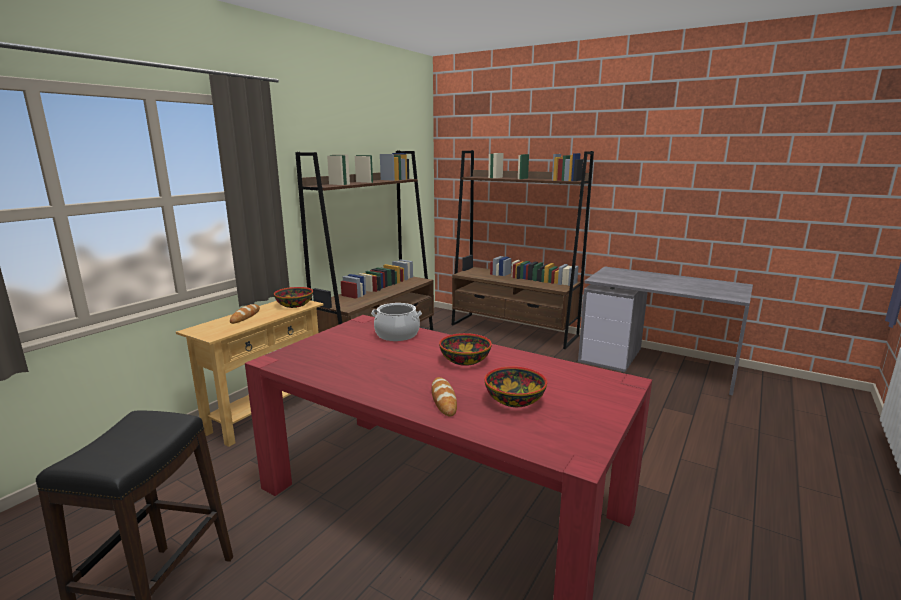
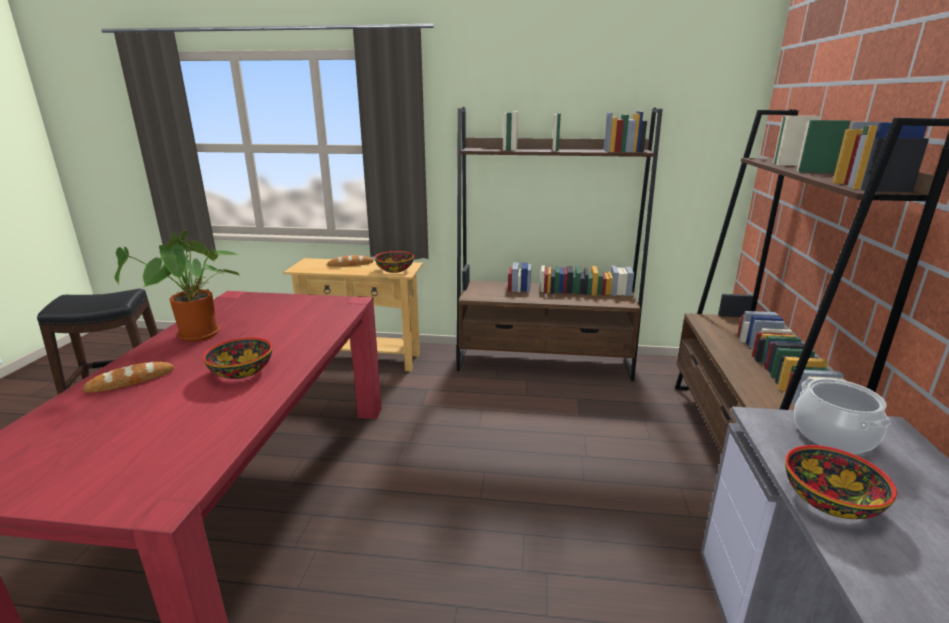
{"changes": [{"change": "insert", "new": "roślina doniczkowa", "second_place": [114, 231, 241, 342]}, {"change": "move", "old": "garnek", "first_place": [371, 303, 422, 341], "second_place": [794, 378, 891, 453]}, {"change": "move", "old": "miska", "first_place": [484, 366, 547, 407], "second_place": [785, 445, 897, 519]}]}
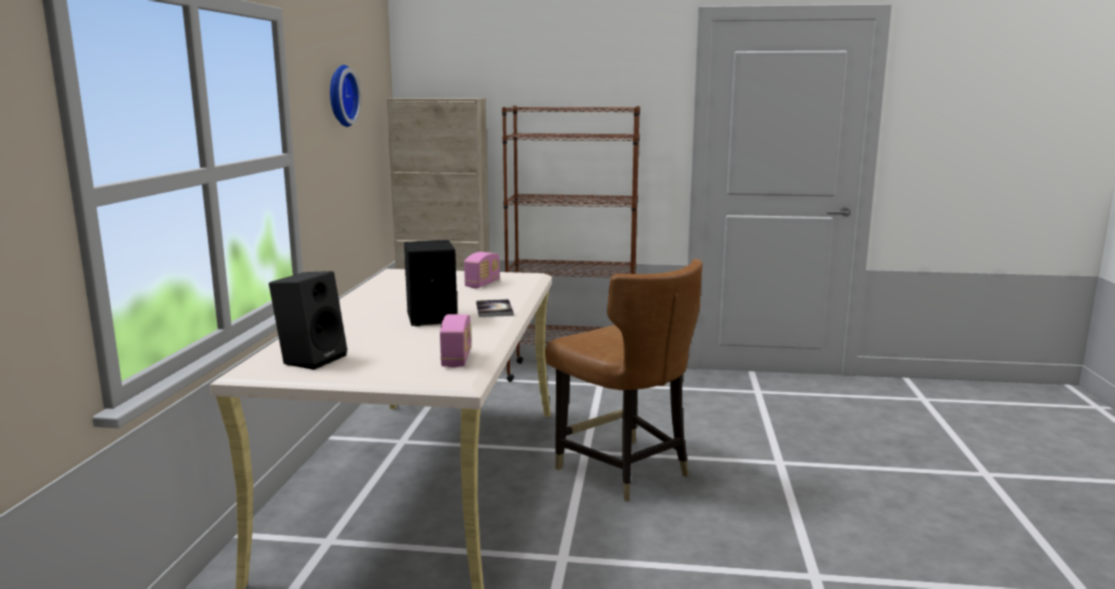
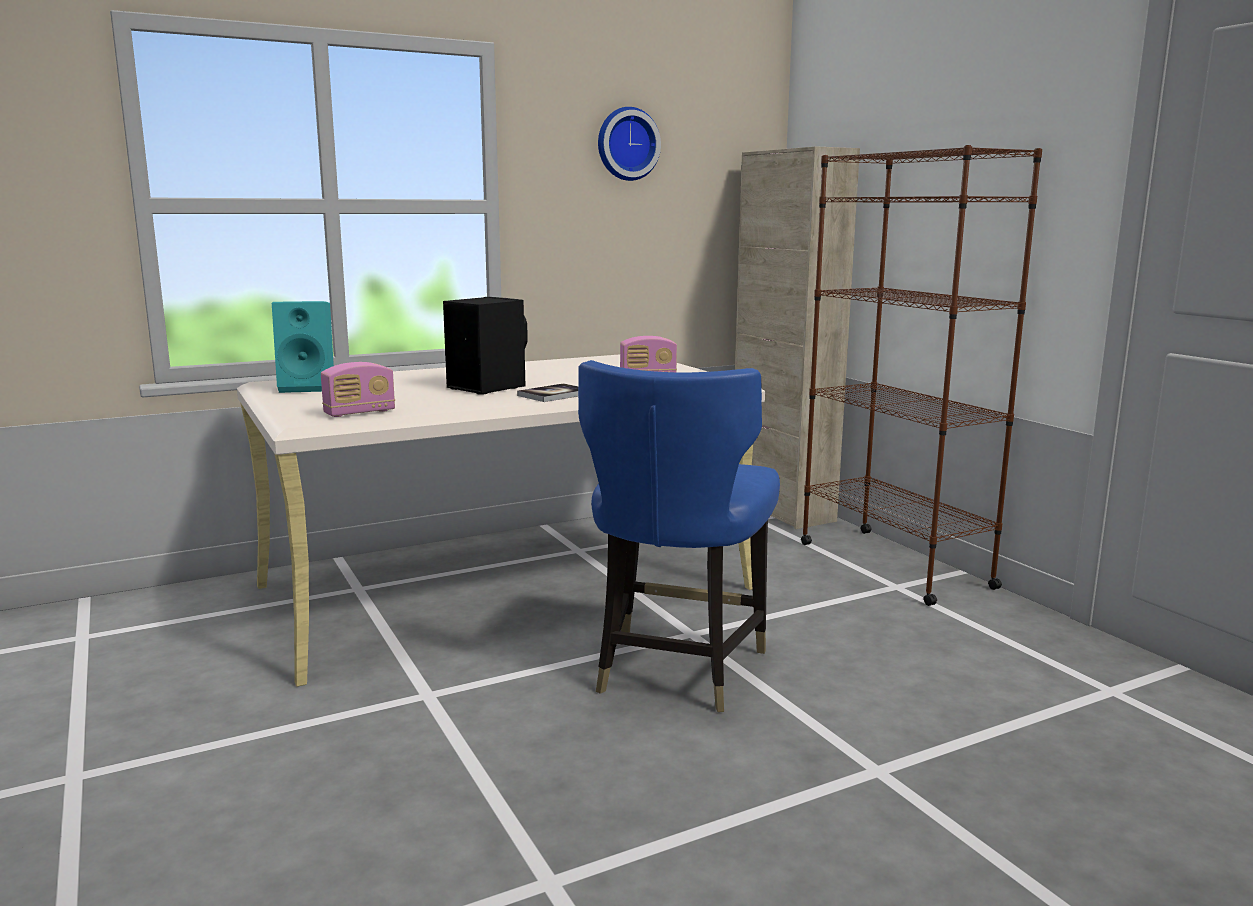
{"changes": [{"change": "recolor", "old": "głośnik [czarny]", "new": "głośnik [turkusowy]", "first_place": [269, 271, 347, 370], "second_place": [272, 301, 334, 393]}, {"change": "recolor", "old": "krzesło [brązowy]", "new": "krzesło [niebieski]", "first_place": [545, 259, 703, 502], "second_place": [578, 360, 780, 712]}]}
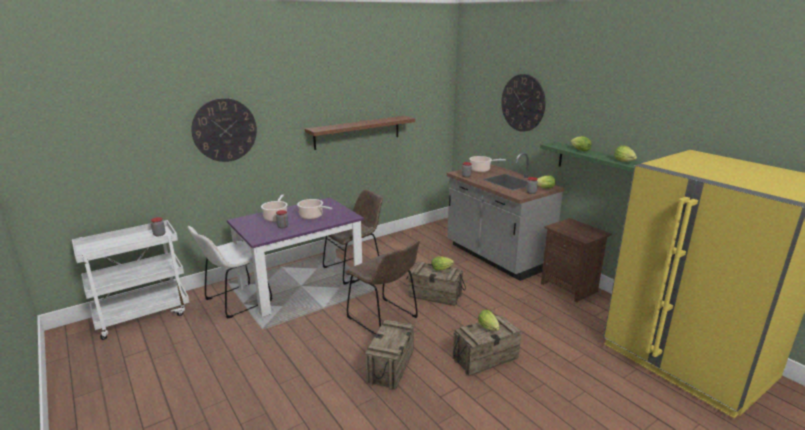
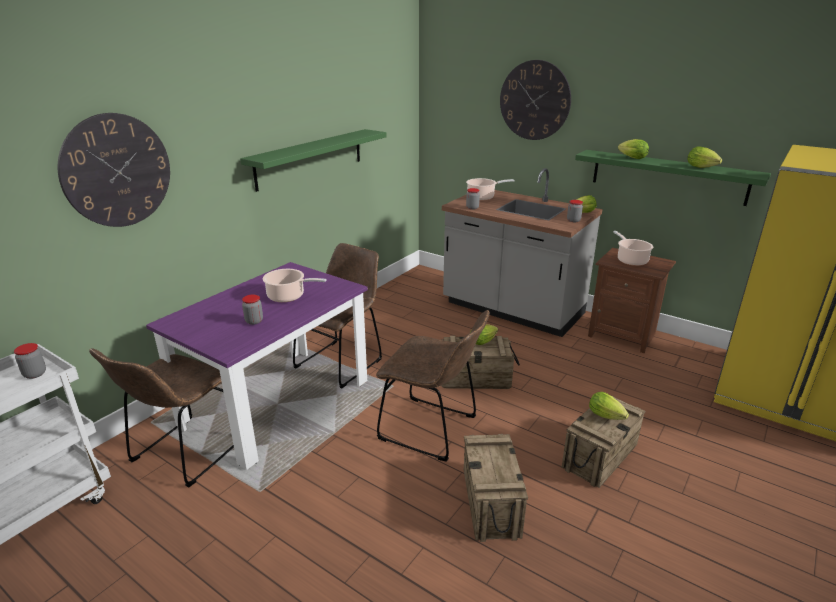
{"changes": [{"change": "move", "old": "garnek", "first_place": [261, 194, 288, 222], "second_place": [613, 231, 653, 266]}, {"change": "recolor", "old": "krzesło [biały]", "new": "krzesło [brązowy]", "first_place": [188, 226, 272, 319], "second_place": [89, 348, 234, 487]}, {"change": "recolor", "old": "półka [brązowy]", "new": "półka [zielony]", "first_place": [305, 116, 415, 150], "second_place": [240, 129, 386, 192]}]}
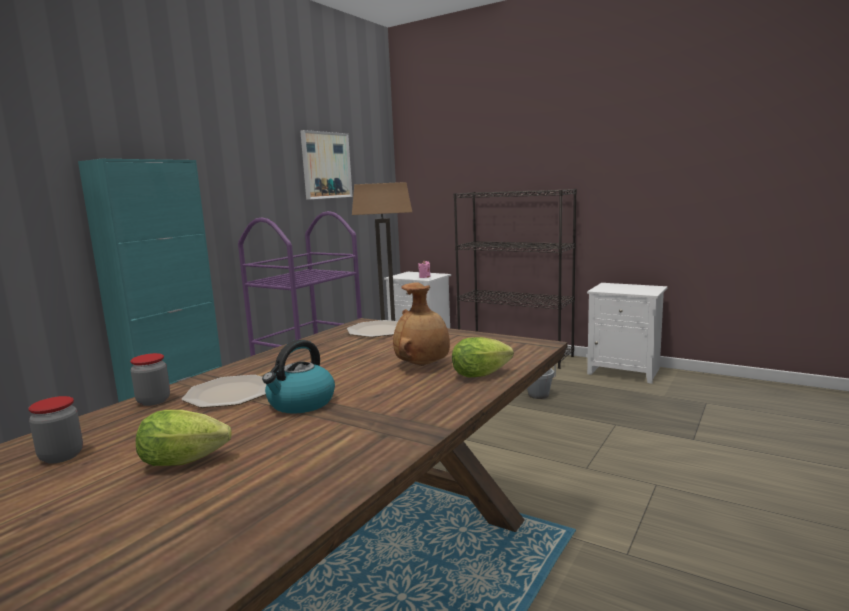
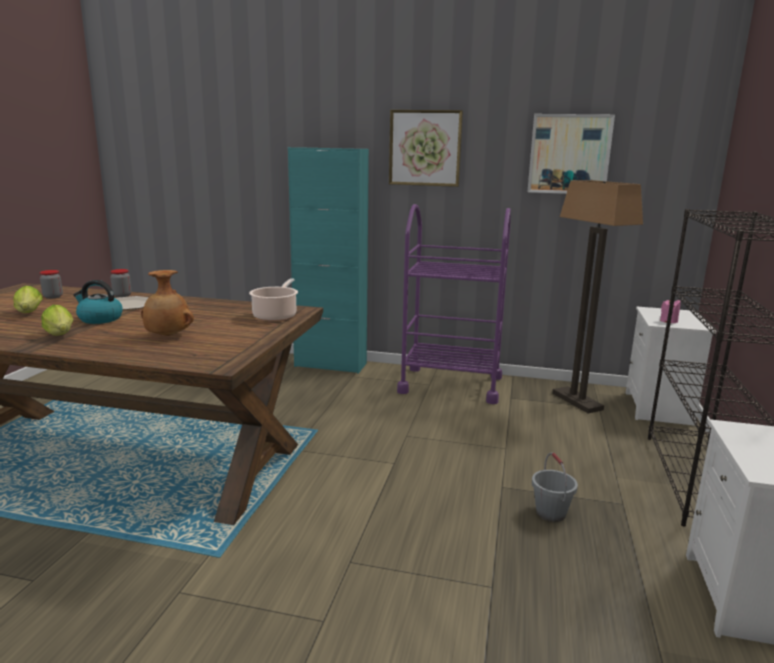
{"changes": [{"change": "insert", "new": "obraz", "second_place": [389, 110, 463, 187]}, {"change": "move", "old": "sałata", "first_place": [452, 337, 514, 377], "second_place": [41, 305, 73, 336]}, {"change": "replace", "old": "talerz", "new": "garnek", "first_place": [347, 320, 398, 337], "second_place": [249, 278, 298, 321]}]}
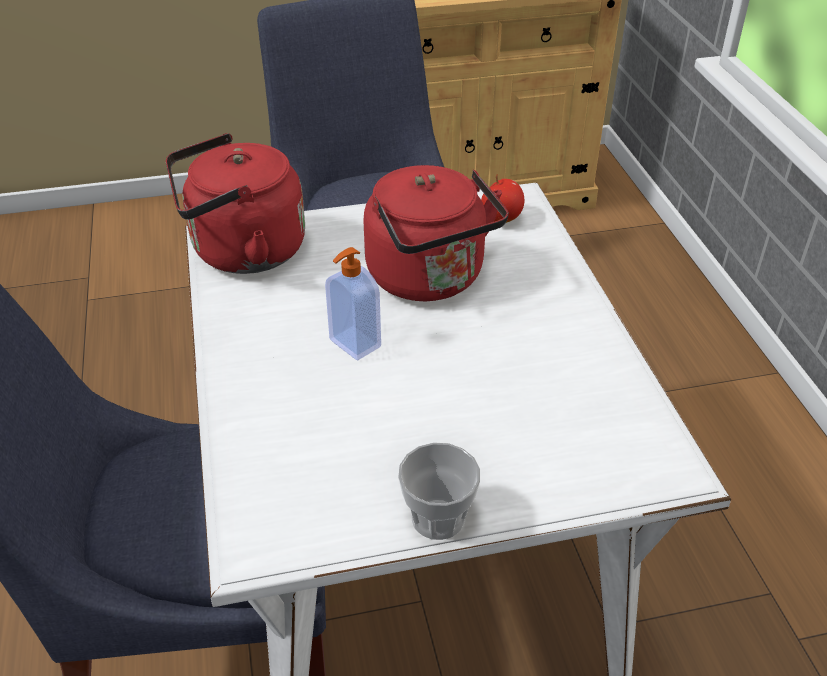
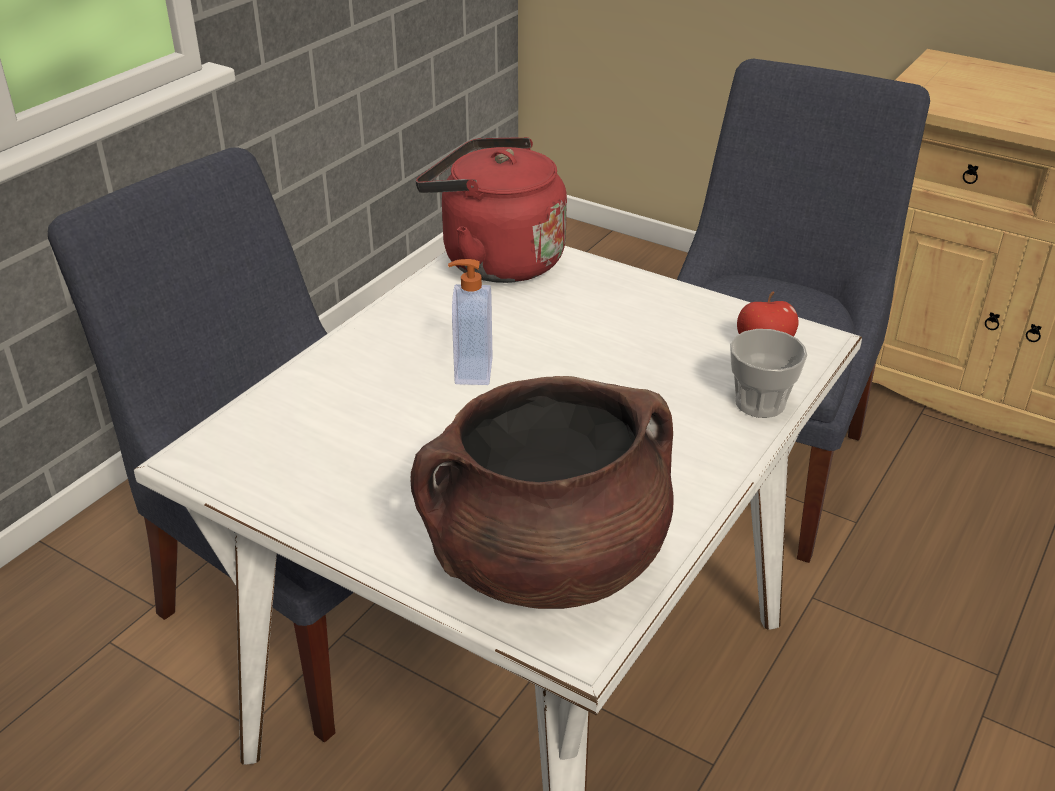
{"changes": [{"change": "delete", "old": "czajnik [czerwony]", "first_place": [364, 165, 508, 301]}, {"change": "insert", "new": "garnek [brązowy]", "second_place": [410, 376, 674, 609]}, {"change": "move", "old": "filiżanka", "first_place": [398, 443, 480, 540], "second_place": [730, 329, 807, 418]}]}
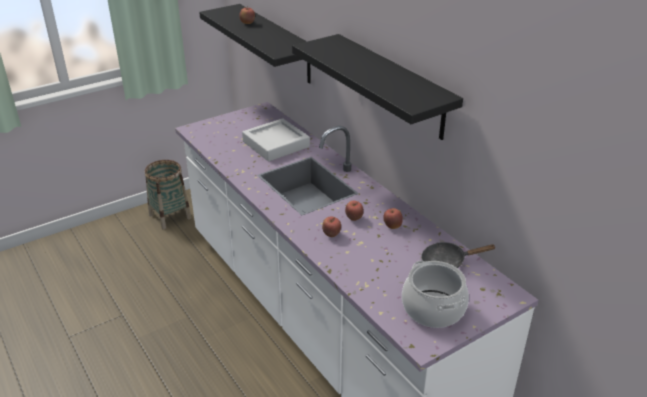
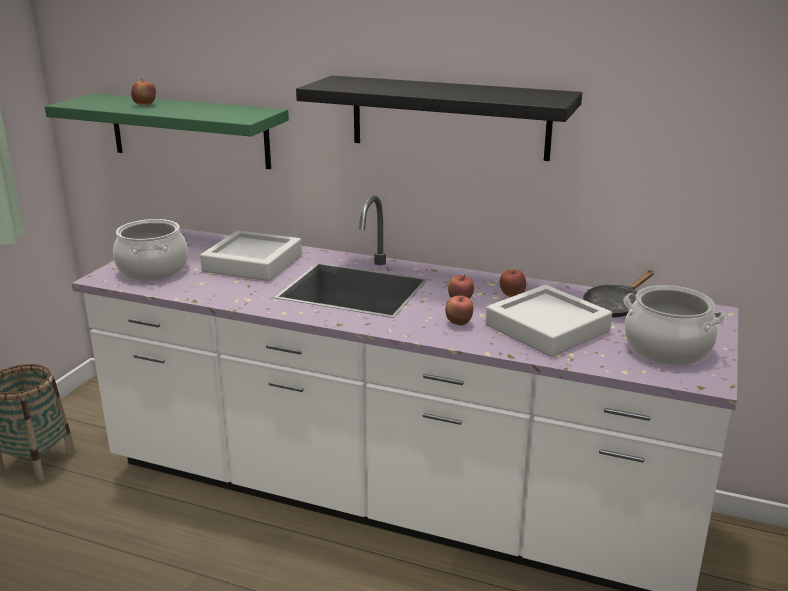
{"changes": [{"change": "insert", "new": "garnek", "second_place": [113, 219, 188, 281]}, {"change": "insert", "new": "taca [szary]", "second_place": [486, 285, 612, 357]}, {"change": "recolor", "old": "półka [czarny]", "new": "półka [zielony]", "first_place": [199, 4, 311, 84], "second_place": [45, 93, 289, 169]}]}
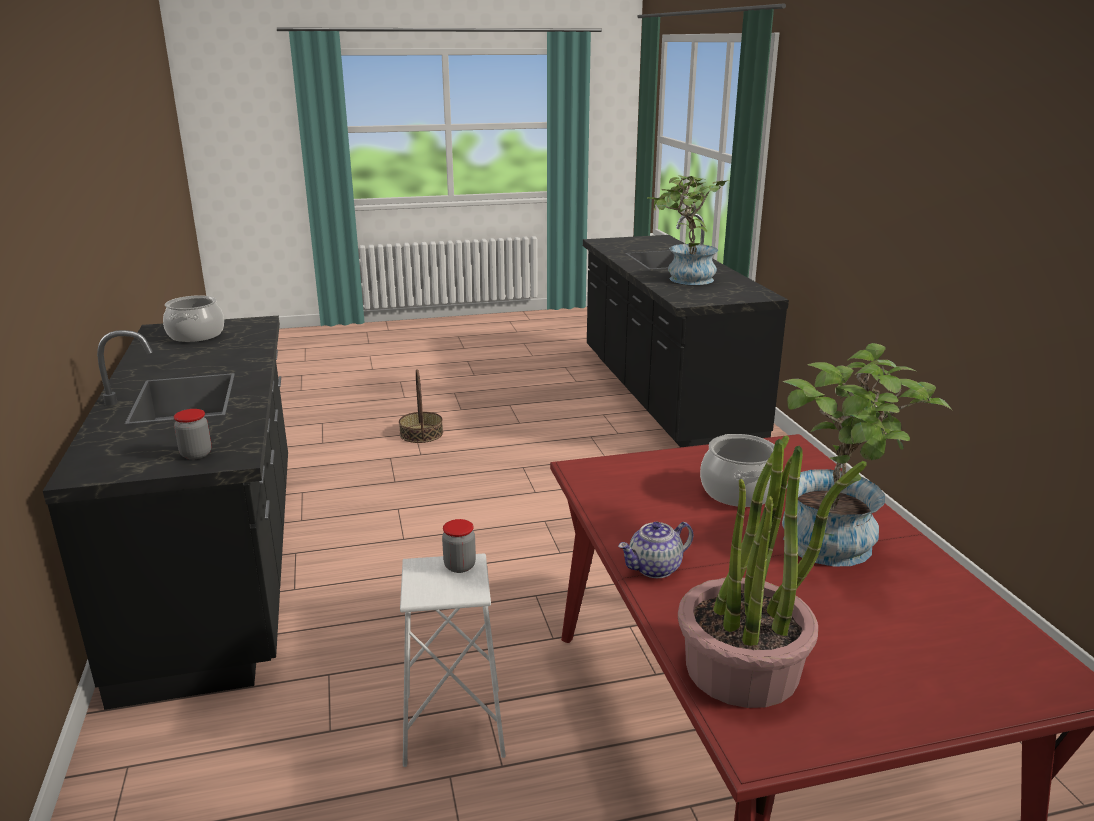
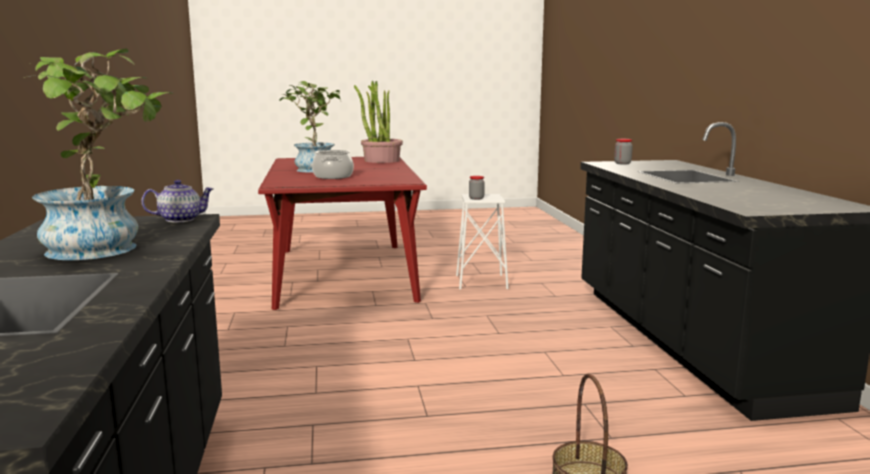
{"changes": [{"change": "delete", "old": "garnek", "first_place": [163, 295, 224, 342]}, {"change": "move", "old": "imbryk", "first_place": [618, 522, 693, 578], "second_place": [141, 180, 214, 223]}]}
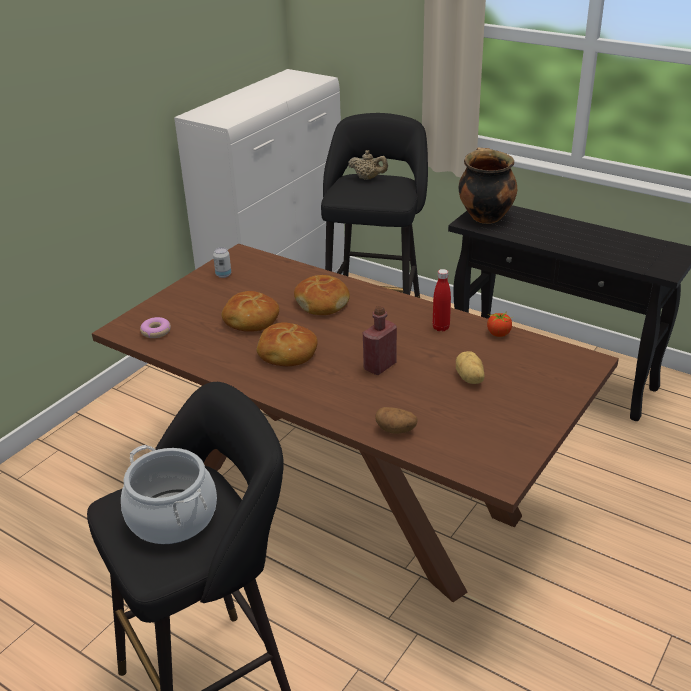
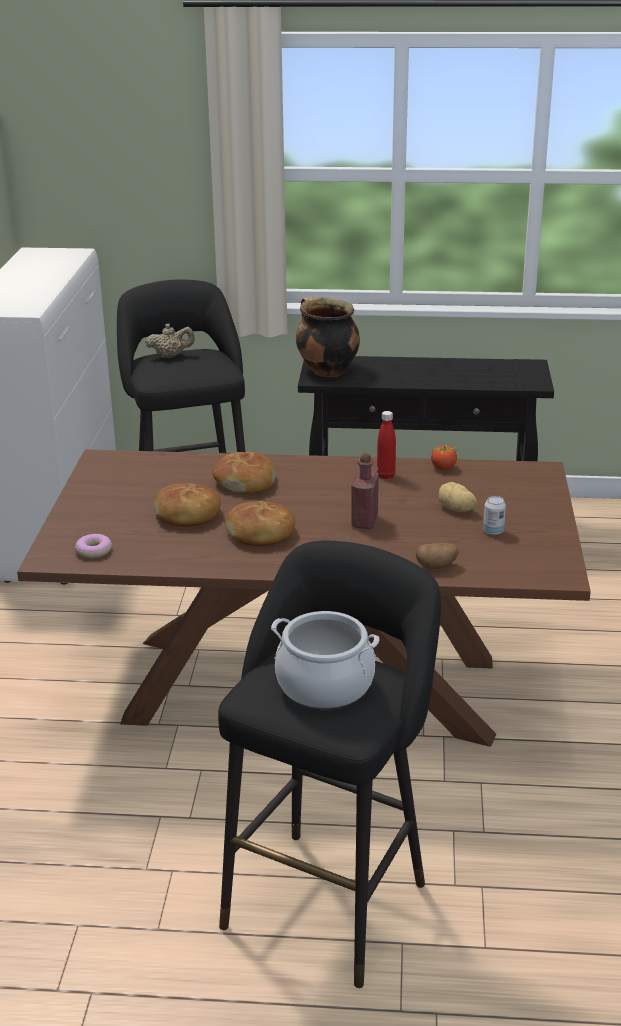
{"changes": [{"change": "move", "old": "puszka", "first_place": [213, 247, 231, 278], "second_place": [483, 496, 506, 535]}]}
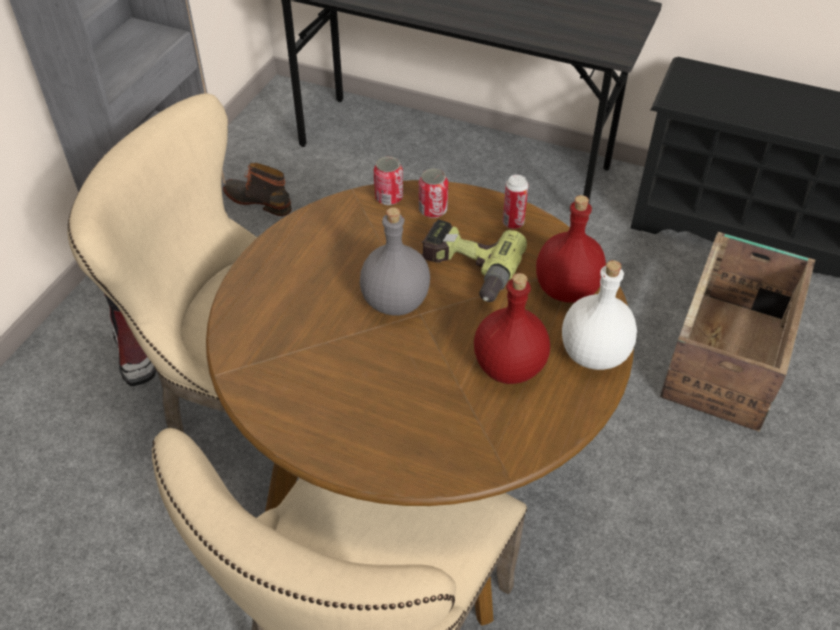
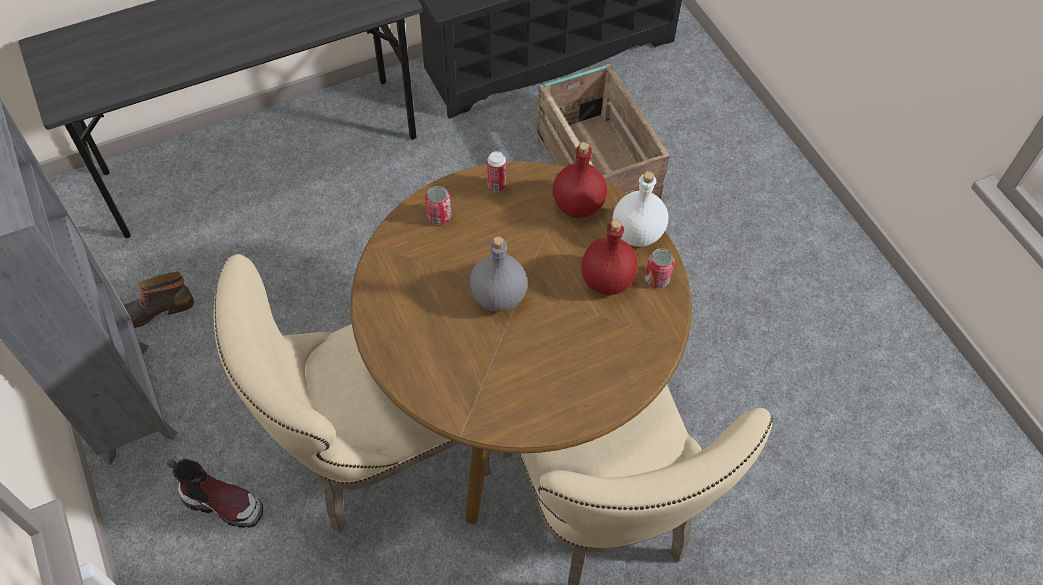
{"changes": [{"change": "delete", "old": "wiertarka", "first_place": [422, 219, 527, 302]}, {"change": "move", "old": "puszka", "first_place": [374, 156, 403, 205], "second_place": [645, 248, 675, 288]}]}
